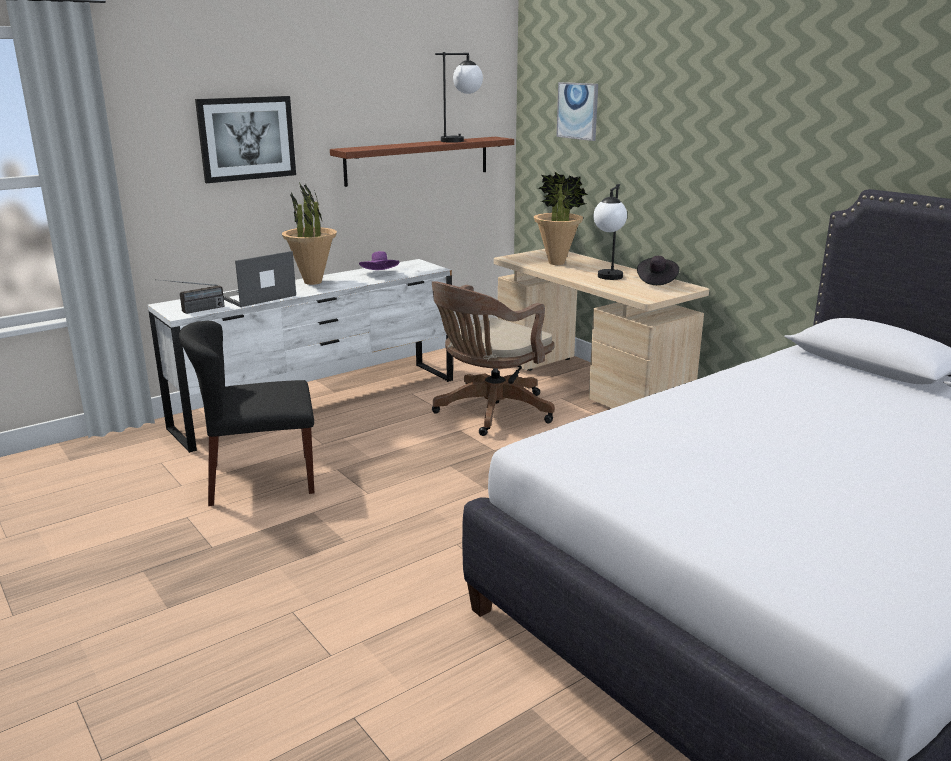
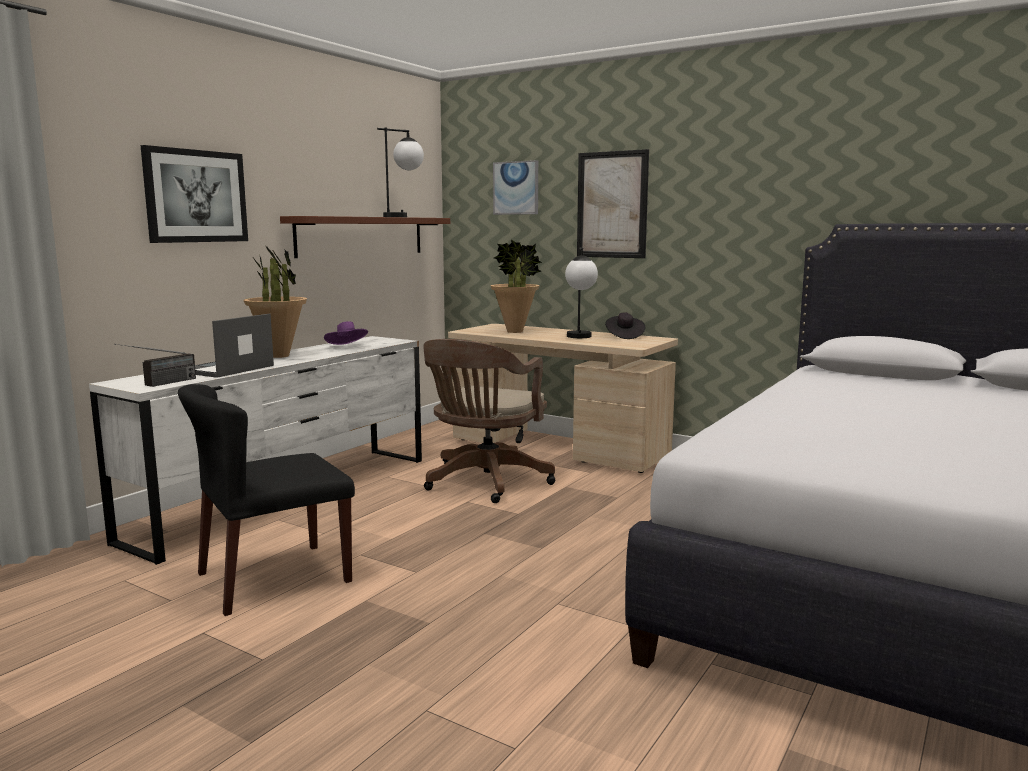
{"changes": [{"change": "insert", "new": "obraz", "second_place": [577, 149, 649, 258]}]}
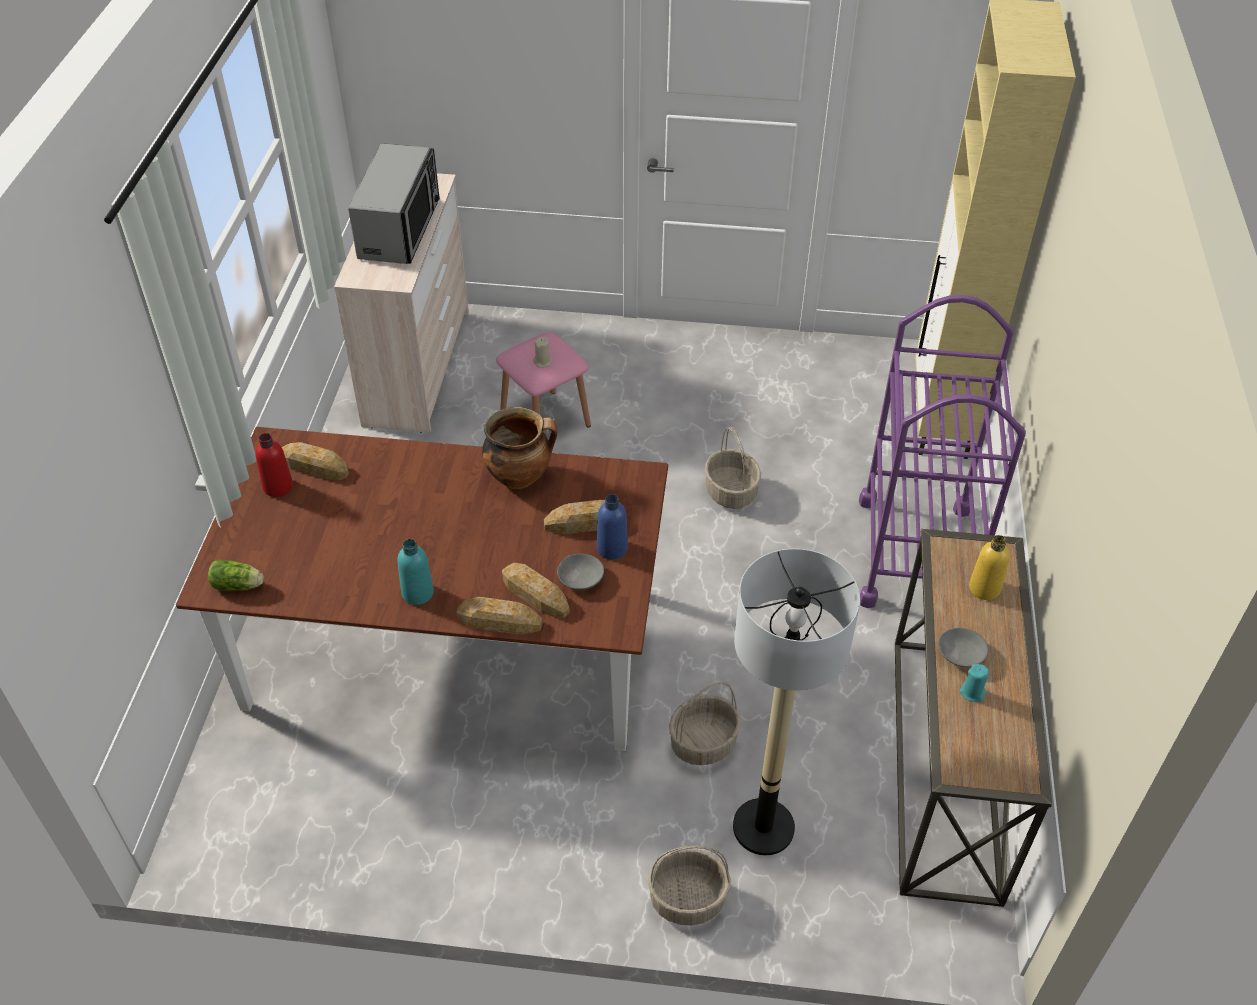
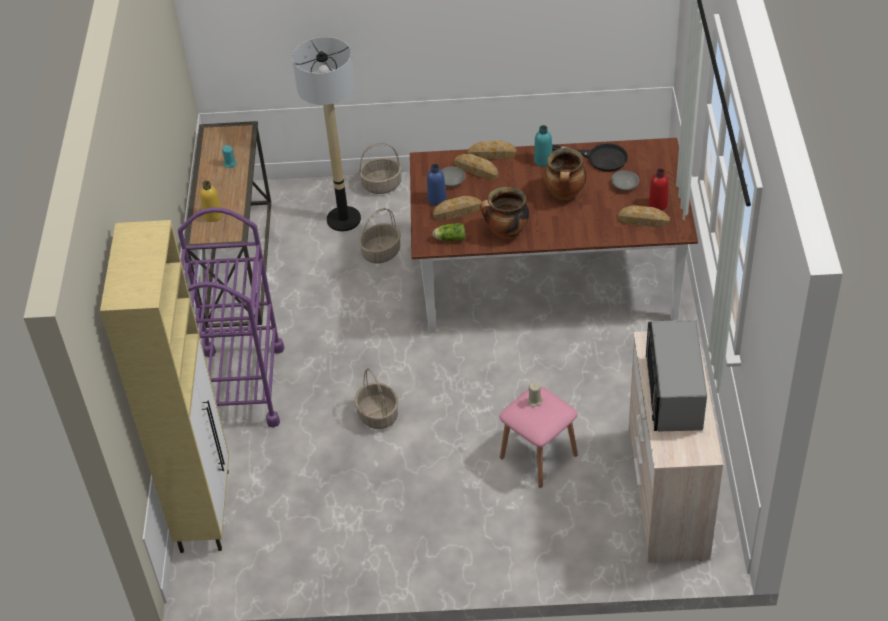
{"changes": [{"change": "insert", "new": "garnek", "second_place": [544, 148, 586, 200]}, {"change": "insert", "new": "patelnia [czarny]", "second_place": [552, 143, 628, 172]}, {"change": "move", "old": "sałata", "first_place": [208, 560, 264, 591], "second_place": [433, 223, 466, 242]}, {"change": "move", "old": "miska [szary]", "first_place": [938, 628, 988, 667], "second_place": [611, 170, 639, 191]}]}
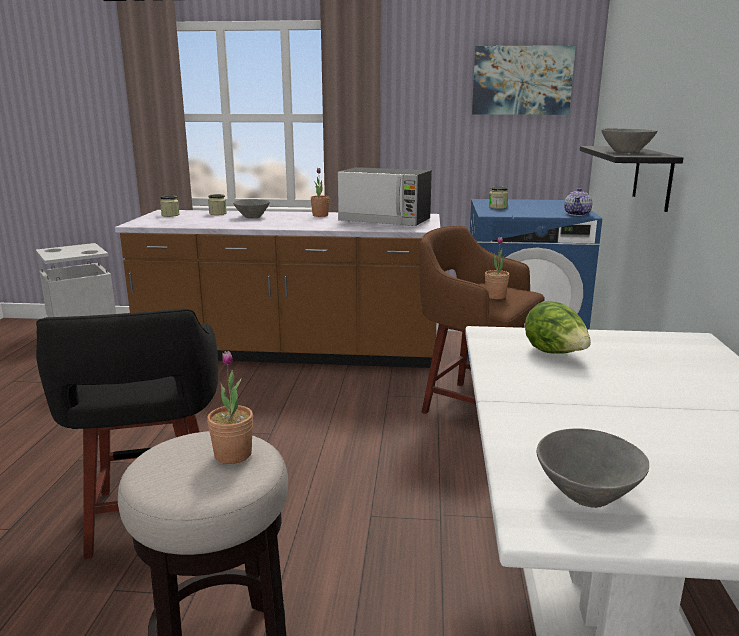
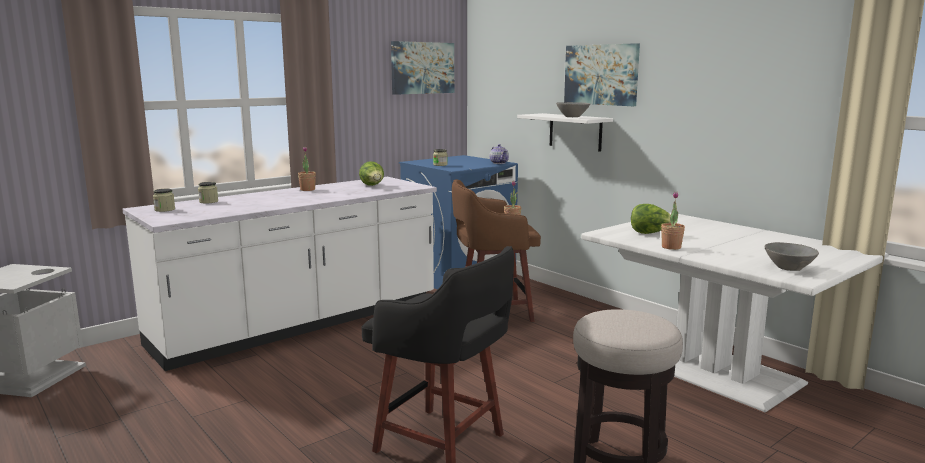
{"changes": [{"change": "delete", "old": "miska [szary]", "first_place": [233, 199, 270, 218]}, {"change": "insert", "new": "obraz", "second_place": [564, 43, 640, 106]}, {"change": "move", "old": "roślina doniczkowa", "first_place": [207, 351, 253, 464], "second_place": [661, 191, 685, 250]}, {"change": "replace", "old": "mikrofalówka", "new": "sałata", "first_place": [338, 167, 432, 226], "second_place": [359, 161, 384, 186]}, {"change": "recolor", "old": "zabudowa kuchenna [brązowy]", "new": "zabudowa kuchenna [biały]", "first_place": [115, 210, 440, 368], "second_place": [123, 177, 437, 371]}, {"change": "recolor", "old": "półka [czarny]", "new": "półka [biały]", "first_place": [580, 146, 683, 212], "second_place": [517, 113, 613, 152]}]}
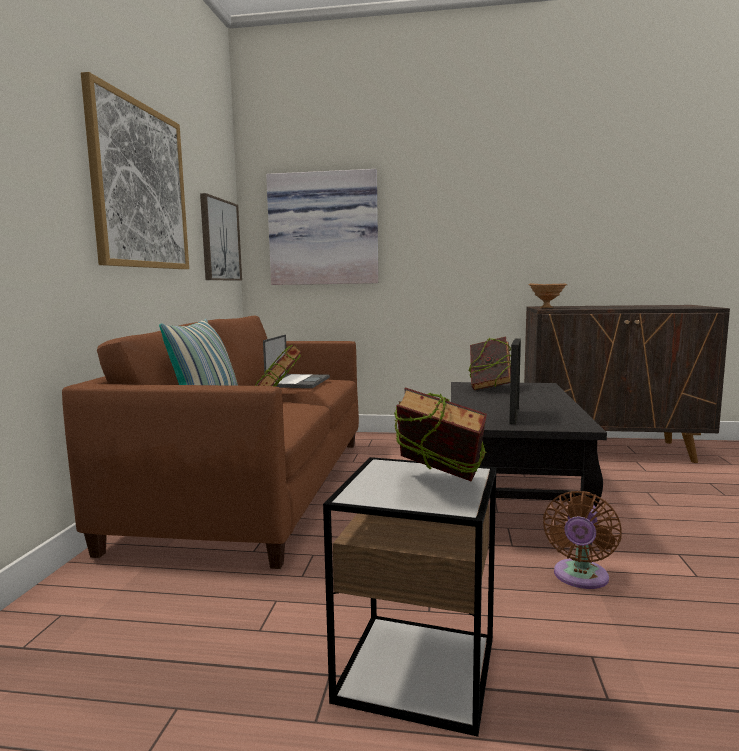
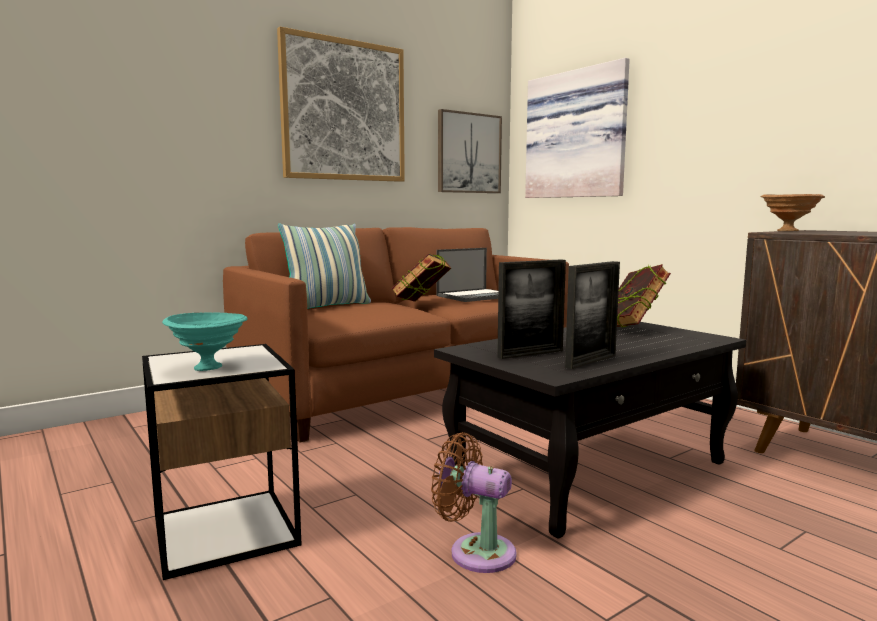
{"changes": [{"change": "insert", "new": "ramka na zdjęcie", "second_place": [565, 261, 620, 369]}, {"change": "replace", "old": "książka", "new": "miska [turkusowy]", "first_place": [394, 387, 487, 481], "second_place": [162, 312, 248, 371]}, {"change": "rotate", "old": "wentylator [brązowy]", "first_place": [543, 491, 622, 589], "second_place": [431, 432, 517, 573], "degrees": 45}]}
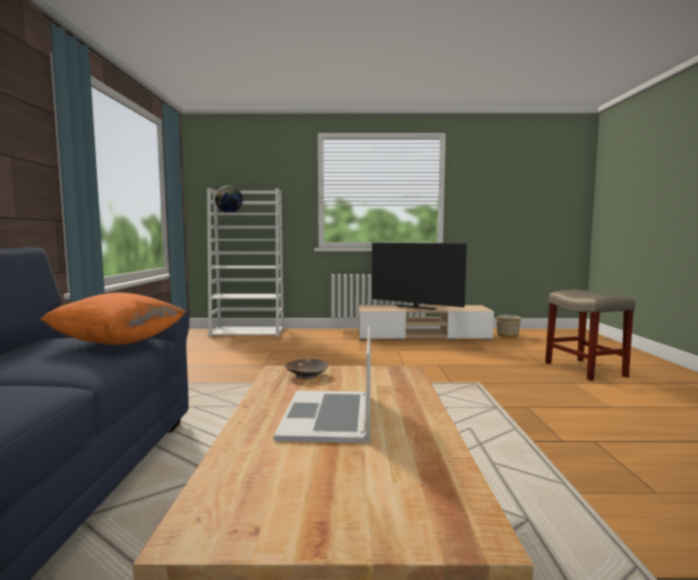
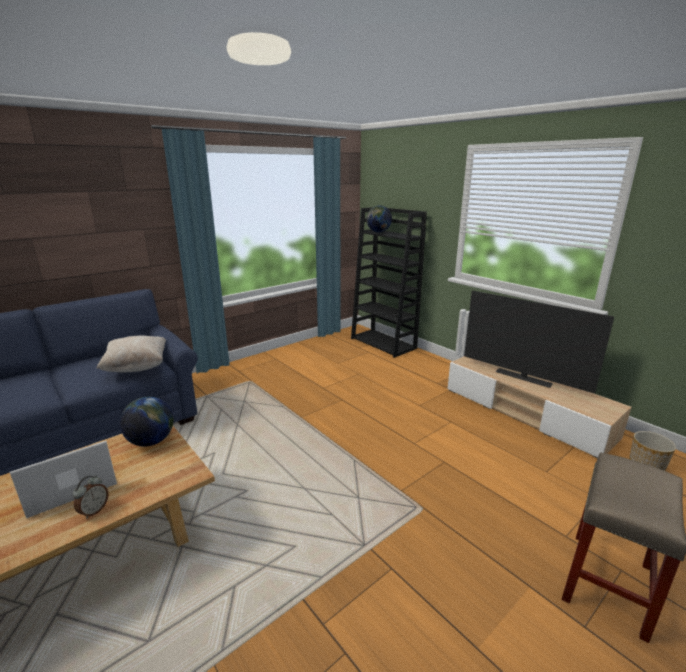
{"changes": [{"change": "insert", "new": "budzik", "second_place": [73, 476, 109, 519]}, {"change": "replace", "old": "miska [brązowy]", "new": "globus", "first_place": [285, 359, 329, 379], "second_place": [120, 397, 174, 447]}, {"change": "recolor", "old": "poduszka [pomarańczowy]", "new": "poduszka [beżowy]", "first_place": [41, 293, 186, 345], "second_place": [96, 336, 166, 372]}, {"change": "recolor", "old": "regał [biały]", "new": "regał [czarny]", "first_place": [207, 188, 284, 337], "second_place": [351, 207, 427, 358]}, {"change": "rotate", "old": "telewizor", "first_place": [372, 243, 467, 310], "second_place": [464, 291, 614, 393], "degrees": -45}]}
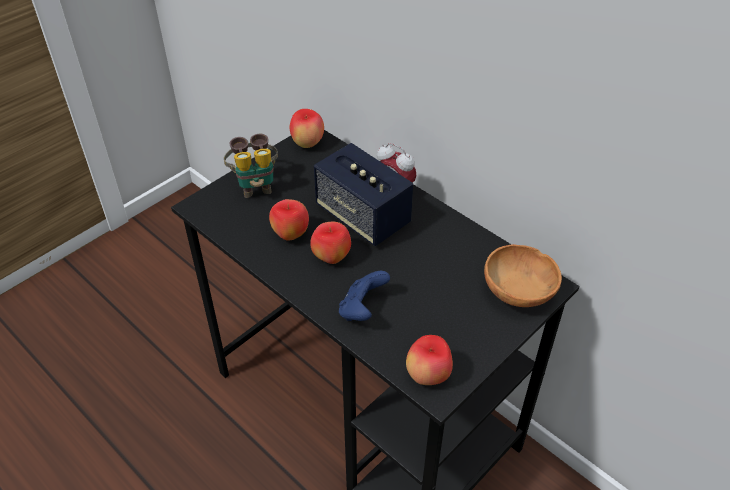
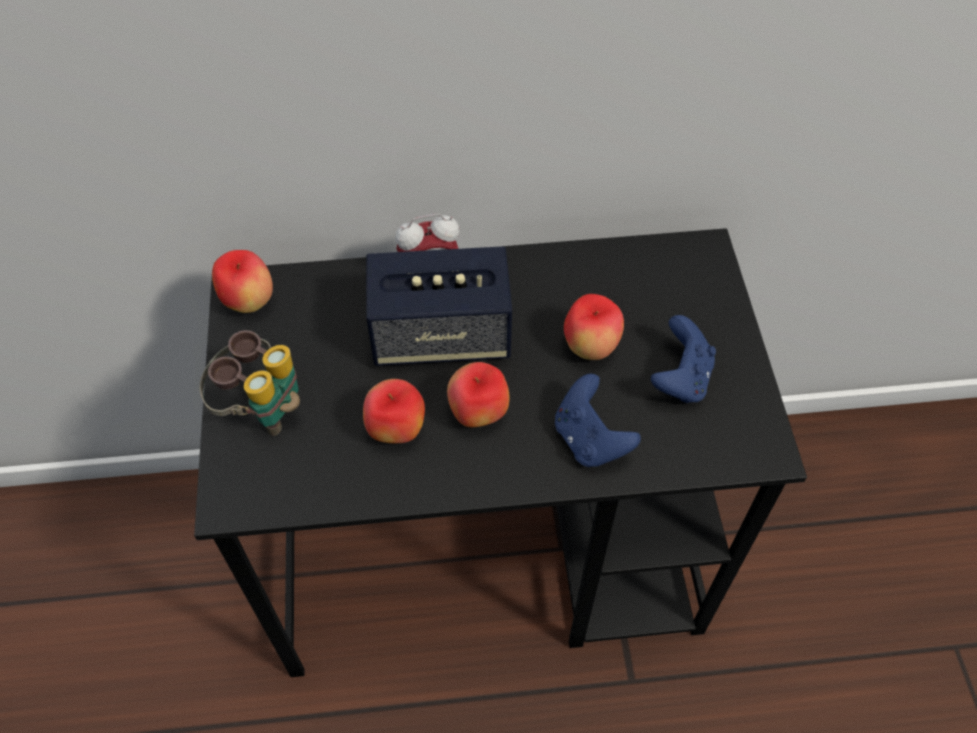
{"changes": [{"change": "delete", "old": "miska [brązowy]", "first_place": [484, 244, 562, 307]}, {"change": "insert", "new": "pad do gier [niebieski]", "second_place": [651, 315, 716, 403]}, {"change": "move", "old": "jabłko", "first_place": [406, 335, 453, 385], "second_place": [564, 294, 624, 360]}]}
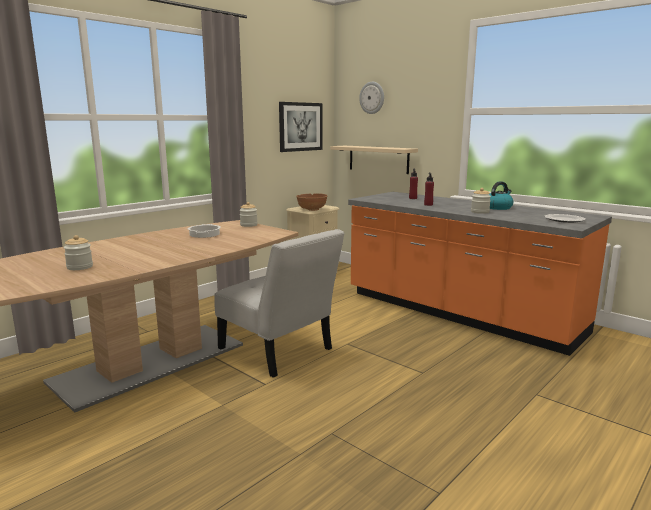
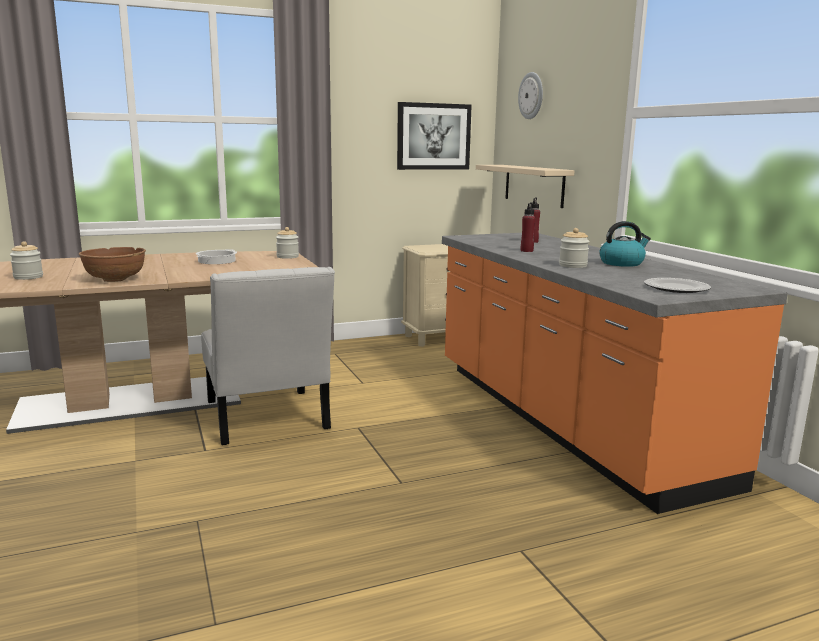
{"changes": [{"change": "move", "old": "miska [brązowy]", "first_place": [296, 193, 328, 211], "second_place": [79, 247, 146, 282]}]}
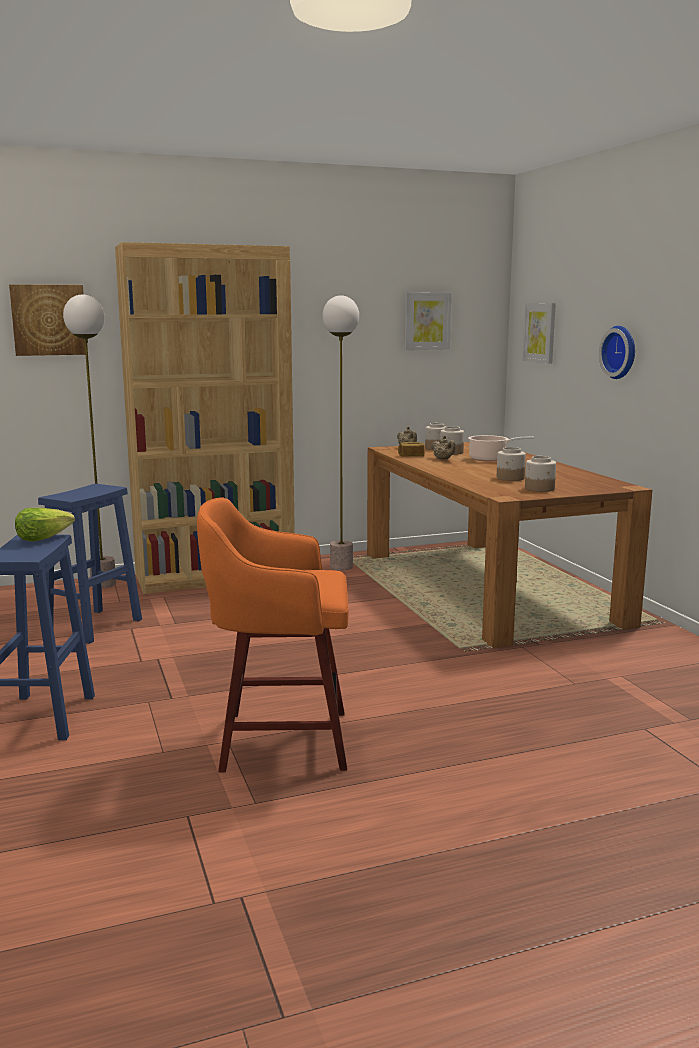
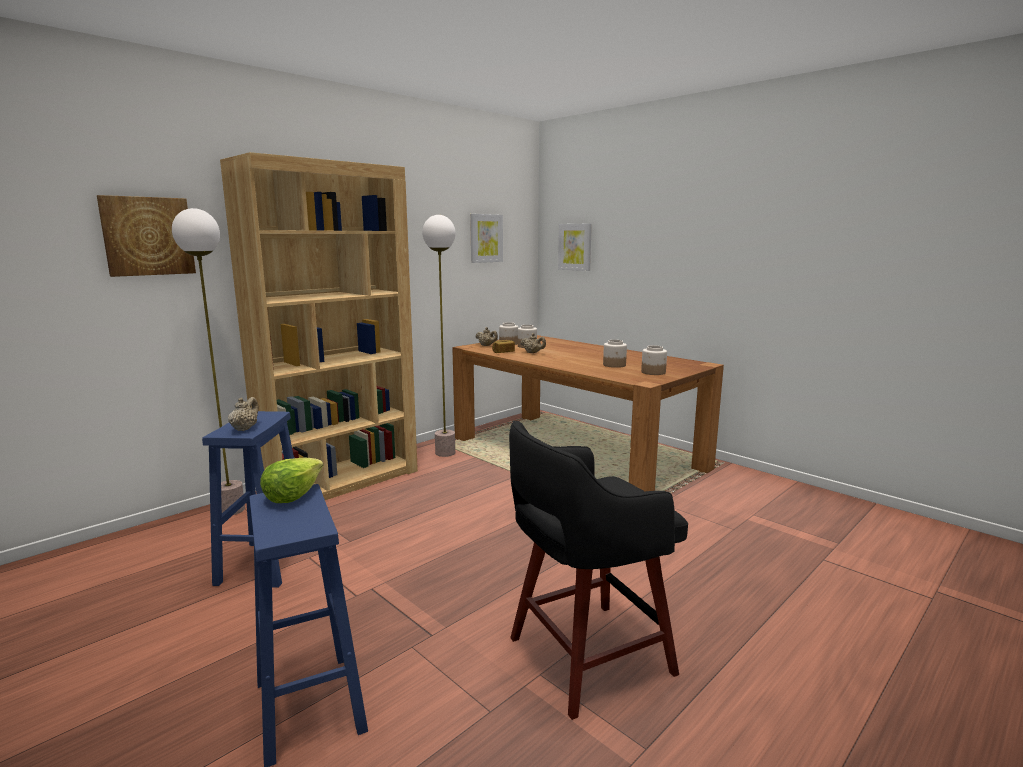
{"changes": [{"change": "delete", "old": "garnek", "first_place": [468, 435, 534, 462]}, {"change": "delete", "old": "zegar ścienny", "first_place": [599, 326, 635, 379]}, {"change": "insert", "new": "imbryk [beżowy]", "second_place": [228, 397, 259, 431]}, {"change": "recolor", "old": "stołek [pomarańczowy]", "new": "stołek [czarny]", "first_place": [197, 497, 348, 772], "second_place": [509, 421, 688, 720]}]}
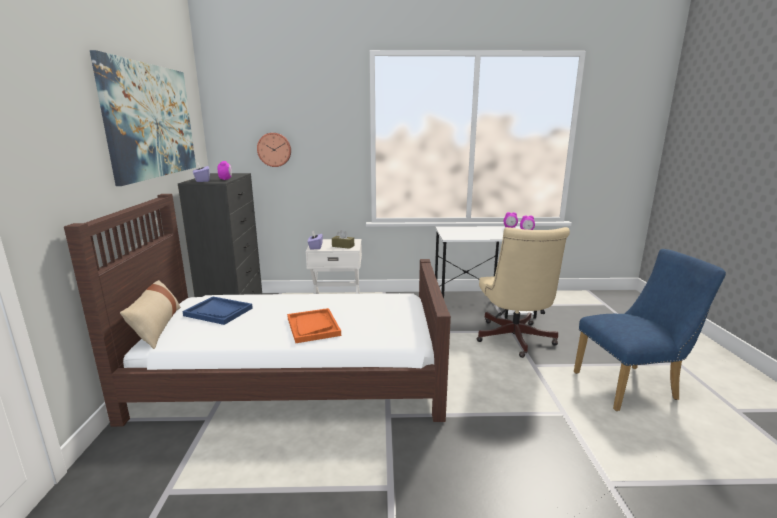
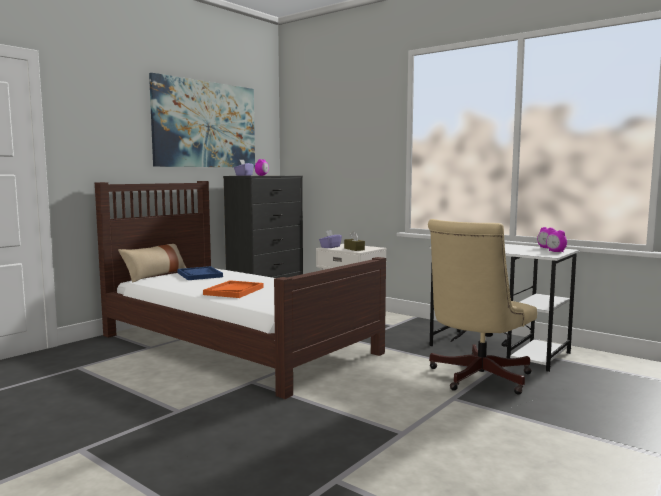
{"changes": [{"change": "delete", "old": "zegar ścienny", "first_place": [257, 133, 291, 167]}, {"change": "delete", "old": "krzesło [niebieski]", "first_place": [574, 249, 726, 411]}]}
